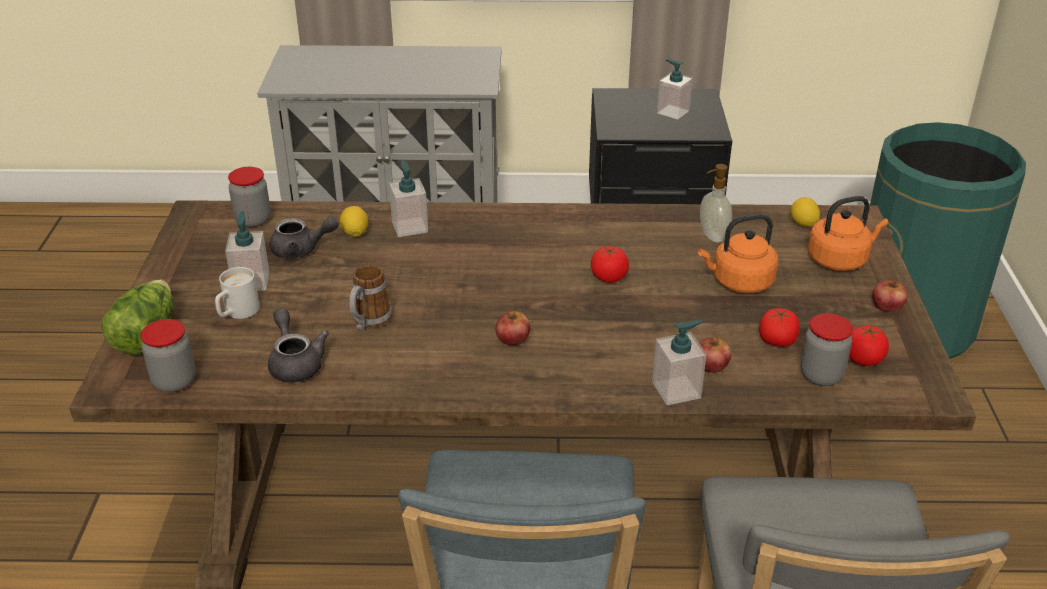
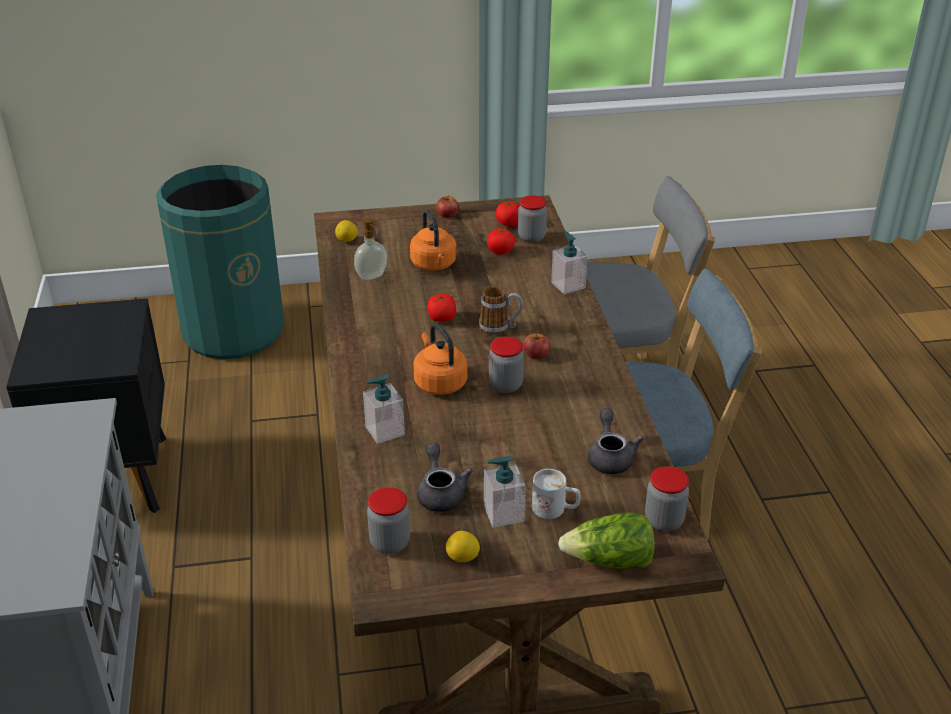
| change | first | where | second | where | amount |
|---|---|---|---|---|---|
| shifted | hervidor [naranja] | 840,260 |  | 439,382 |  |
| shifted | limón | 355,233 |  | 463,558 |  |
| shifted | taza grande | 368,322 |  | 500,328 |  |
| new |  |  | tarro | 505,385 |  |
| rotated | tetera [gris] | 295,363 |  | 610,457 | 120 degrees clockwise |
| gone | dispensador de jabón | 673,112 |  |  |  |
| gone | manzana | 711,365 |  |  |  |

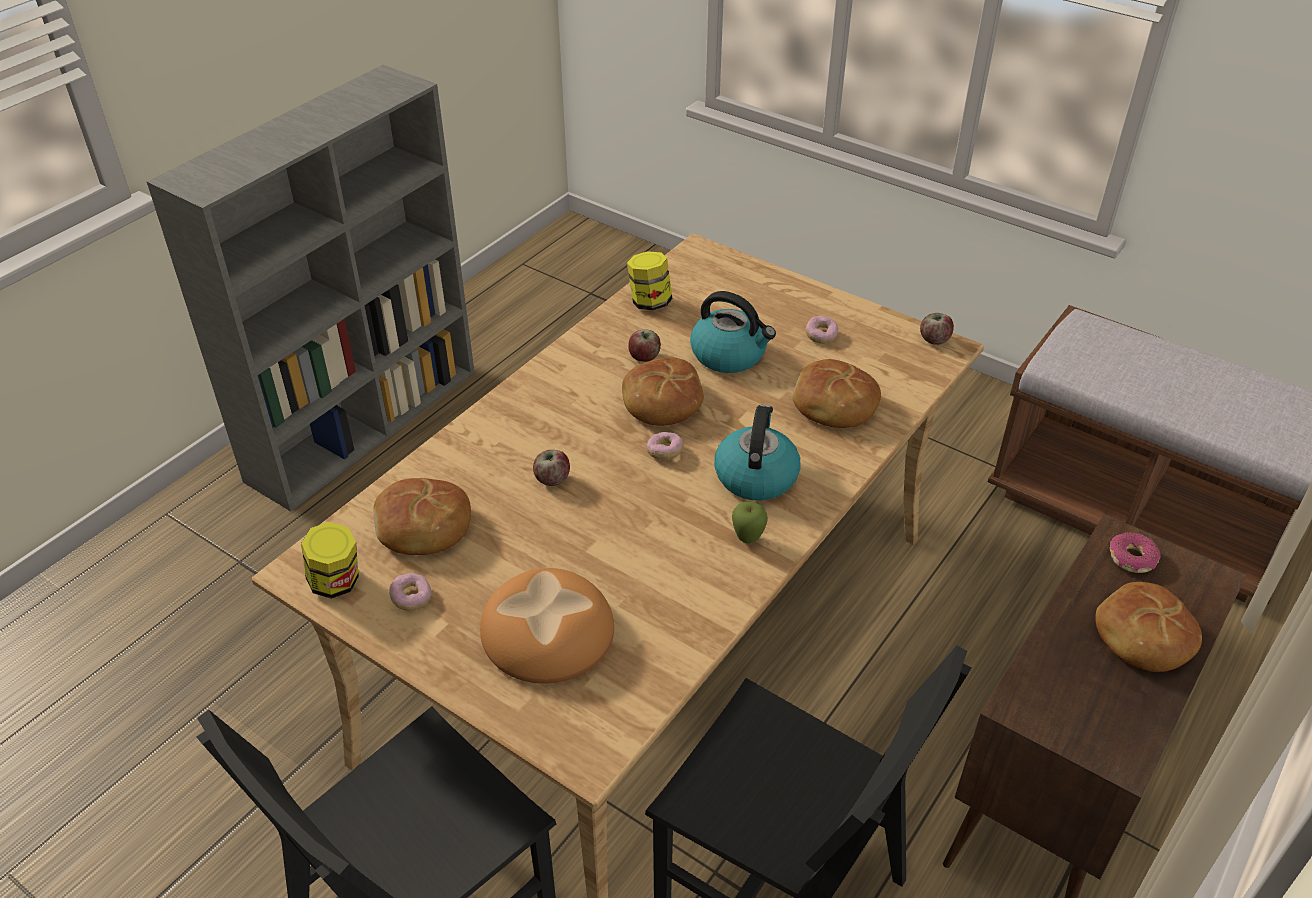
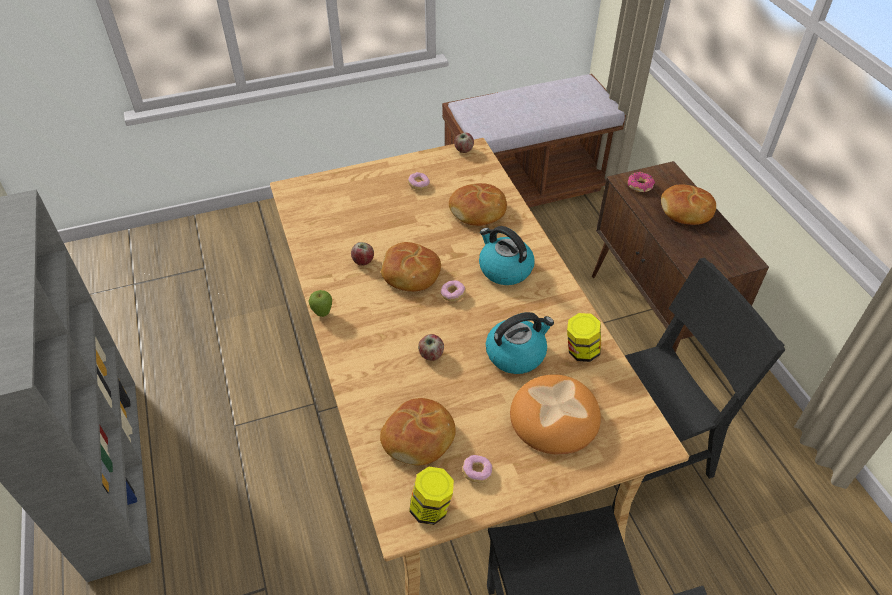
| change | first | where | second | where | amount |
|---|---|---|---|---|---|
| shifted | manzana | 748,540 |  | 323,314 |  |
| shifted | hervidor | 729,355 |  | 516,353 |  |
| shifted | tarro | 649,302 |  | 581,351 |  |

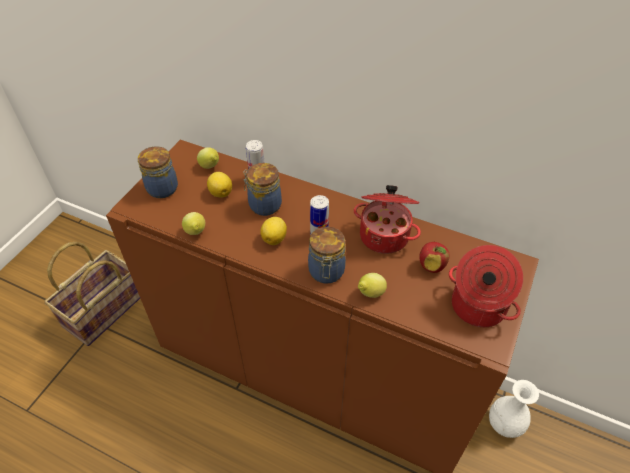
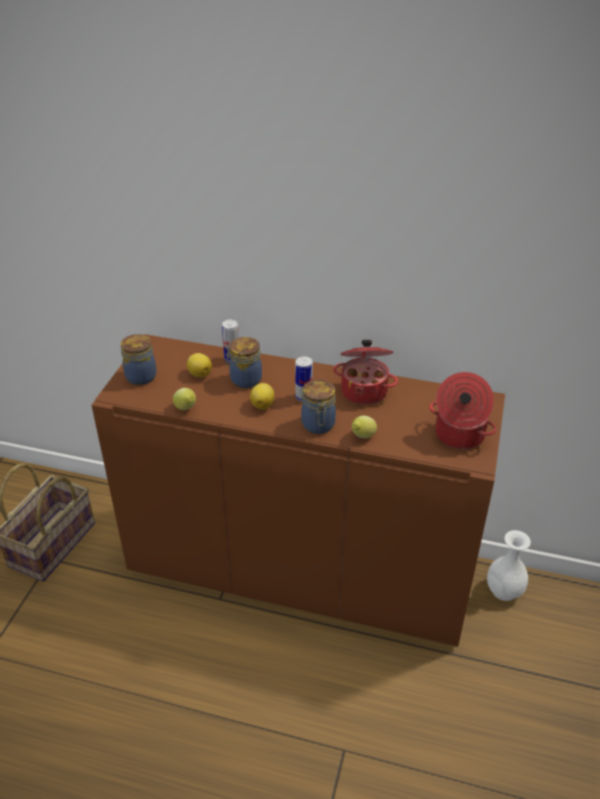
| change | first | where | second | where | amount |
|---|---|---|---|---|---|
| gone | limón | 210,167 |  |  |  |
| gone | manzana | 431,266 |  |  |  |

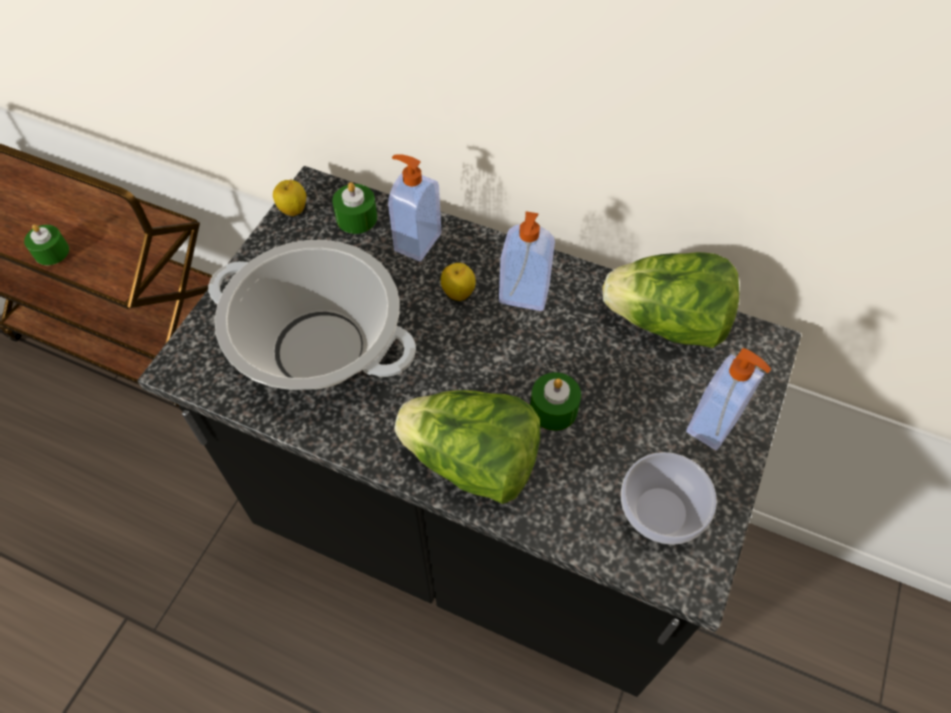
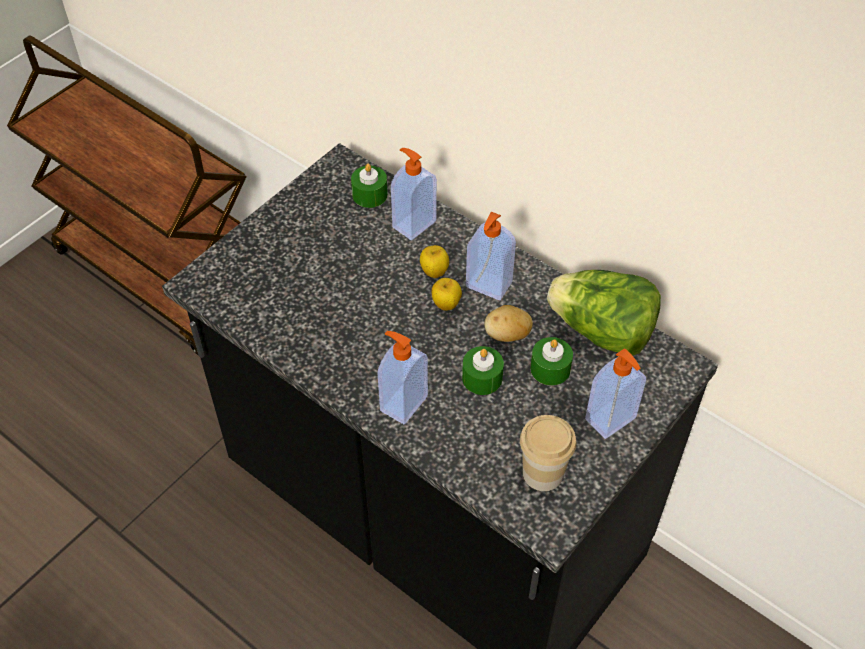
| change | first | where | second | where | amount |
|---|---|---|---|---|---|
| swapped | lechuga | 472,462 | dispensador de jabón | 402,403 |  |
| shifted | manzana | 293,210 |  | 446,305 |  |
| new |  |  | patata | 507,335 |  |
| swapped | cuenco | 662,511 | taza | 542,473 |  |
| shifted | vela [verde] | 51,252 |  | 550,369 |  |
| gone | olla | 319,350 |  |  |  |

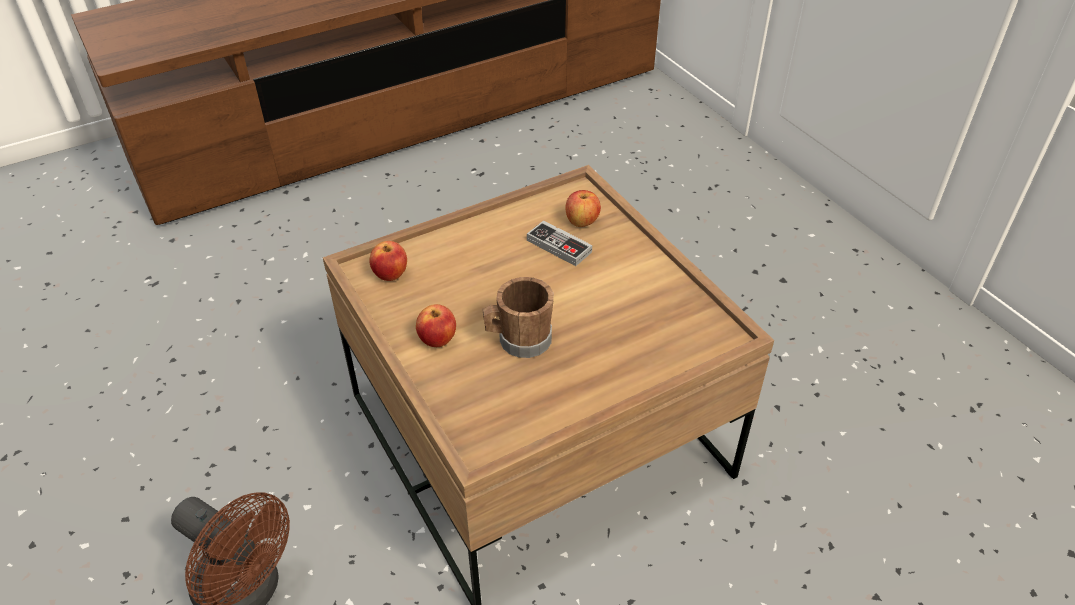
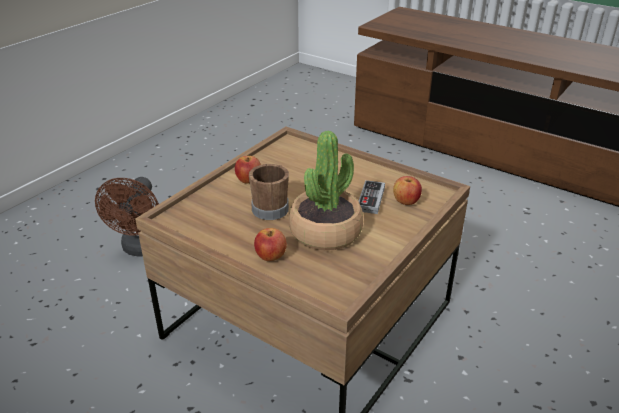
| change | first | where | second | where | amount |
|---|---|---|---|---|---|
| shifted | manzana | 391,275 |  | 270,257 |  |
| new |  |  | planta en maceta | 325,232 |  |

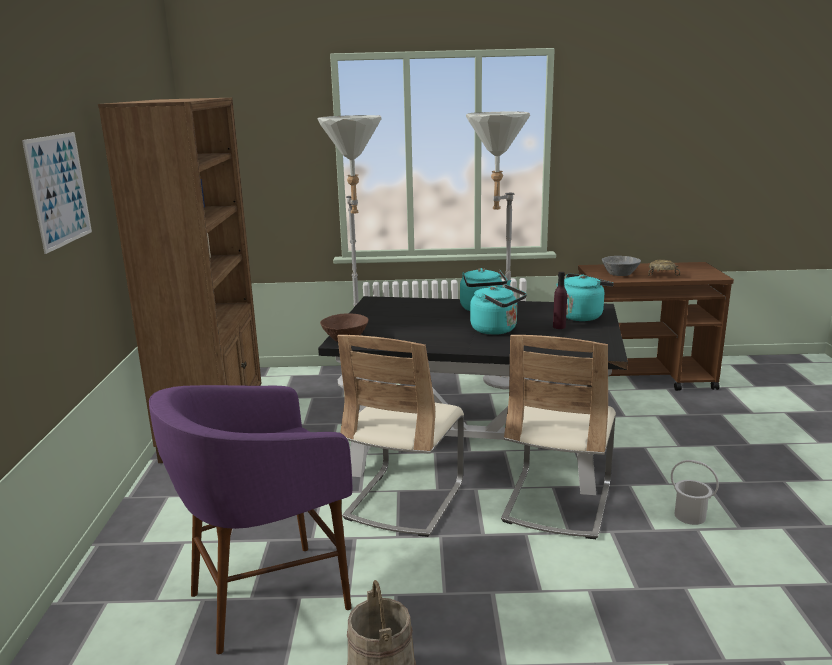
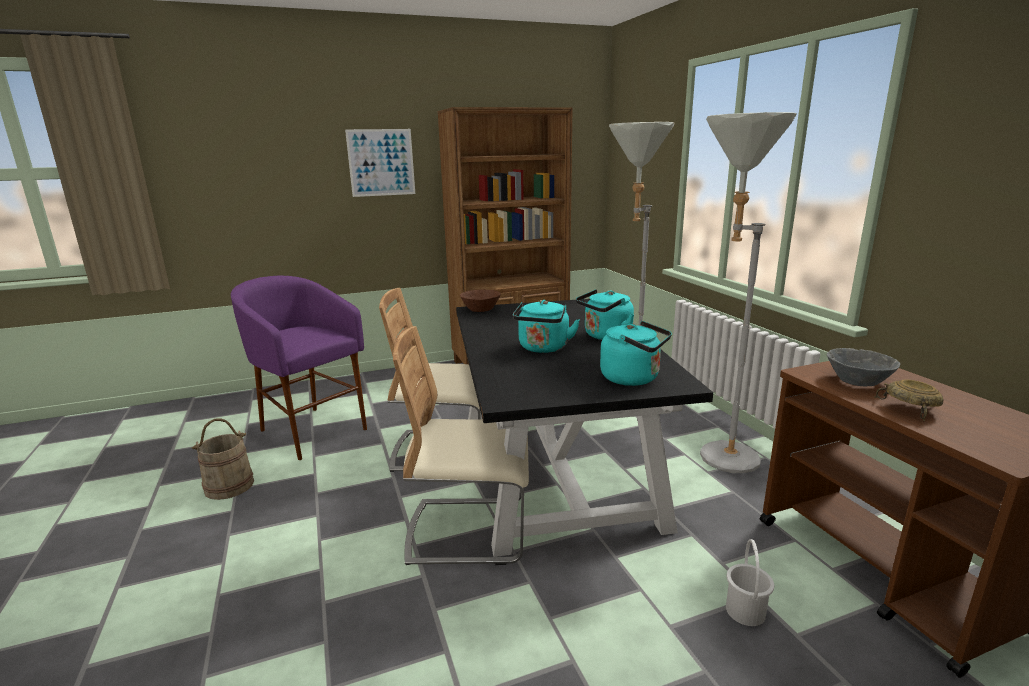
| change | first | where | second | where | amount |
|---|---|---|---|---|---|
| shifted | cubo [blanco] | 689,516 |  | 746,611 |  |
| gone | botella [morado] | 559,327 |  |  |  |

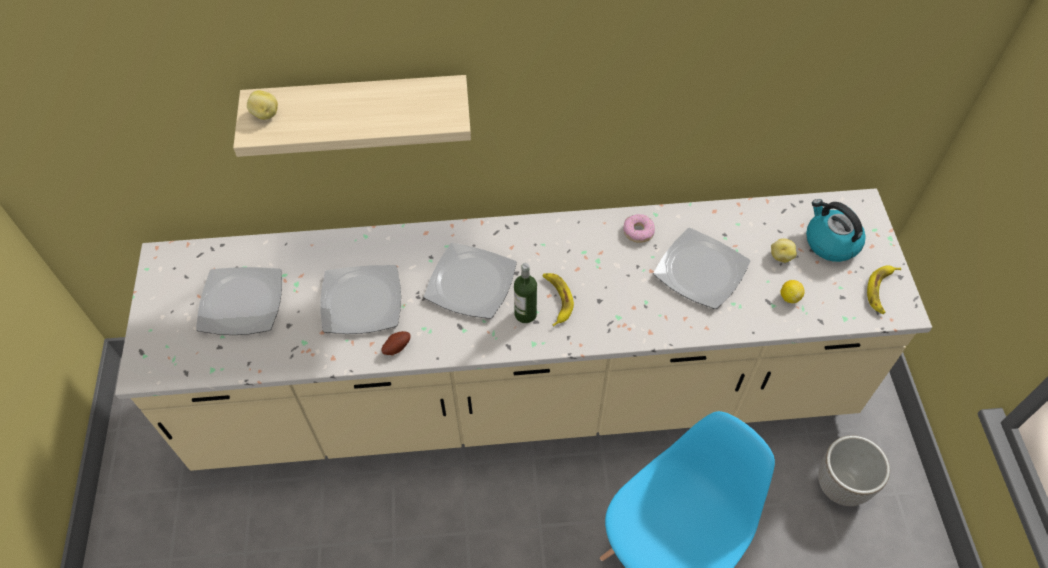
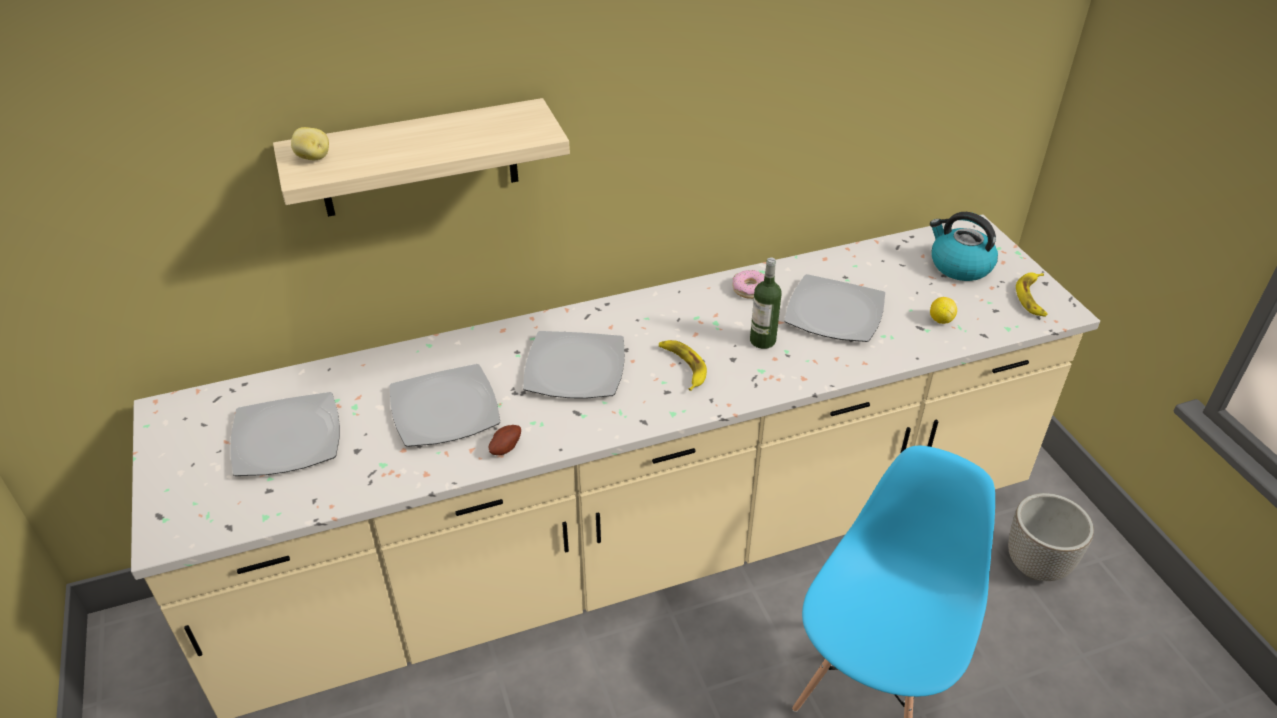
| change | first | where | second | where | amount |
|---|---|---|---|---|---|
| shifted | botella | 525,314 |  | 762,340 |  |
| gone | patata | 781,256 |  |  |  |

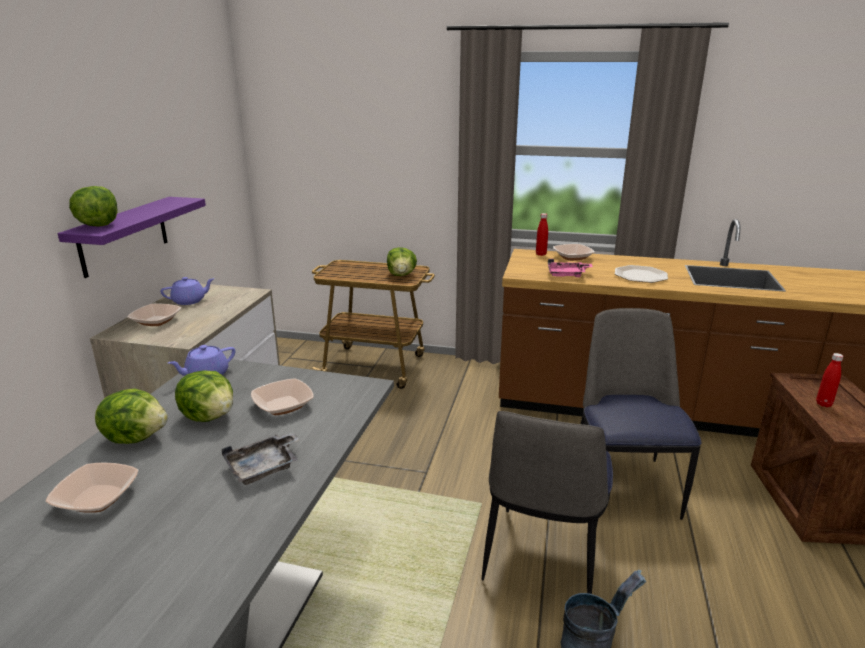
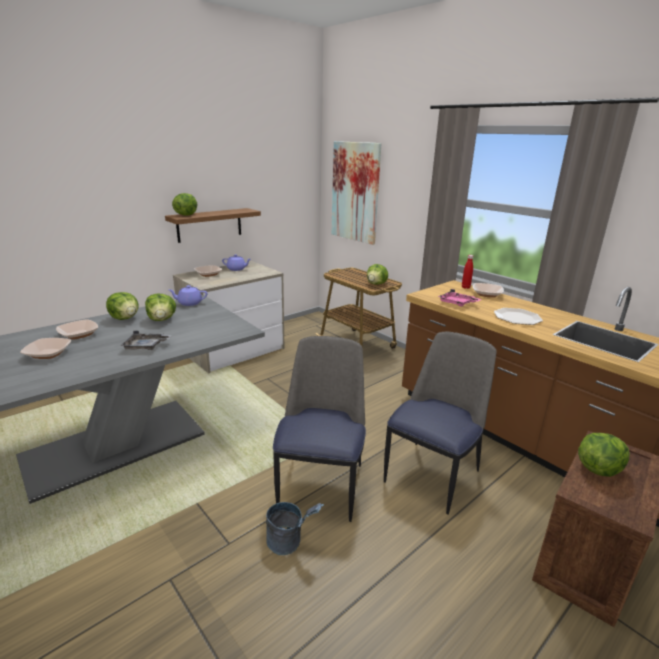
| change | first | where | second | where | amount |
|---|---|---|---|---|---|
| shifted | cuenco | 283,405 |  | 48,354 |  |
| repainted | estante [morado] | 124,236 | estante [marrón] | 209,225 |  |
| rotated | silla | 541,557 |  | 321,484 | 135 degrees clockwise |
| new |  |  | cuadro | 355,192 |  |
| swapped | botella [rojo] | 823,404 | lechuga | 598,468 |  |

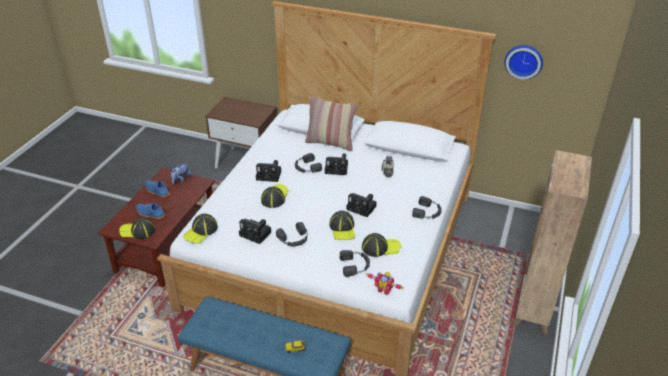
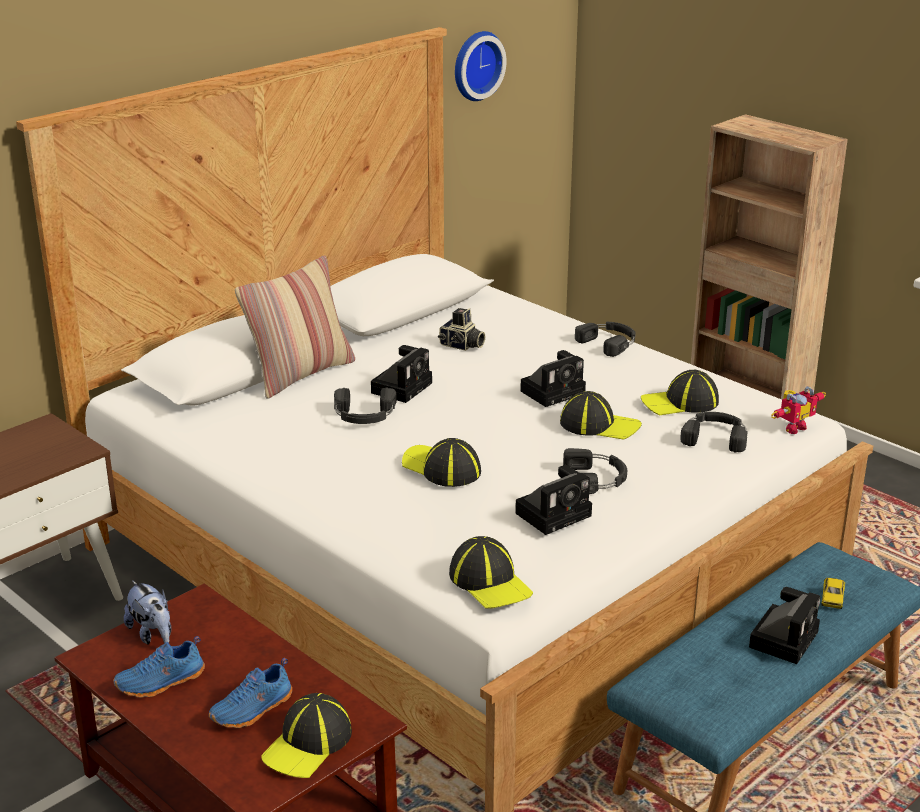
| change | first | where | second | where | amount |
|---|---|---|---|---|---|
| rotated | gorra | 380,247 |  | 680,402 | 120 degrees counterclockwise |
| shifted | cámara | 270,175 |  | 784,637 |  |

